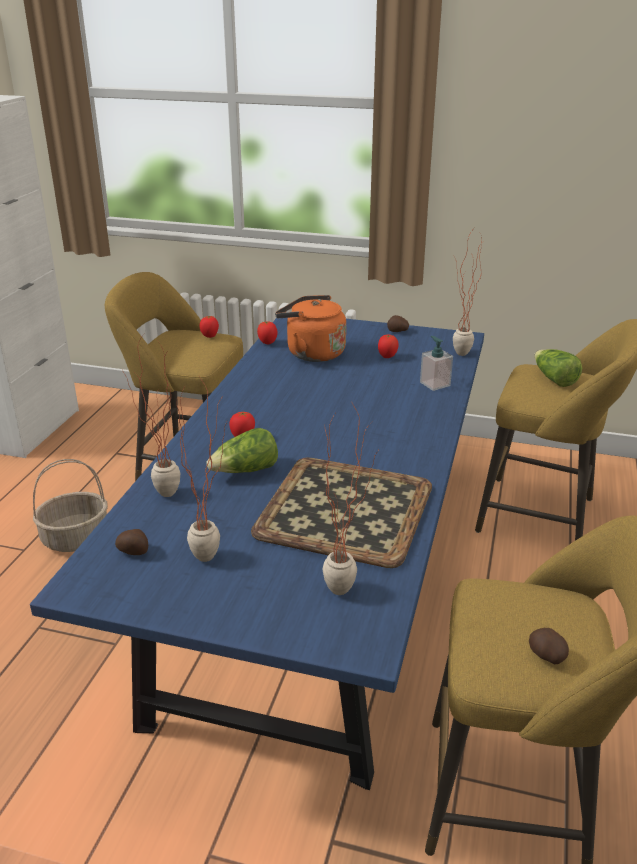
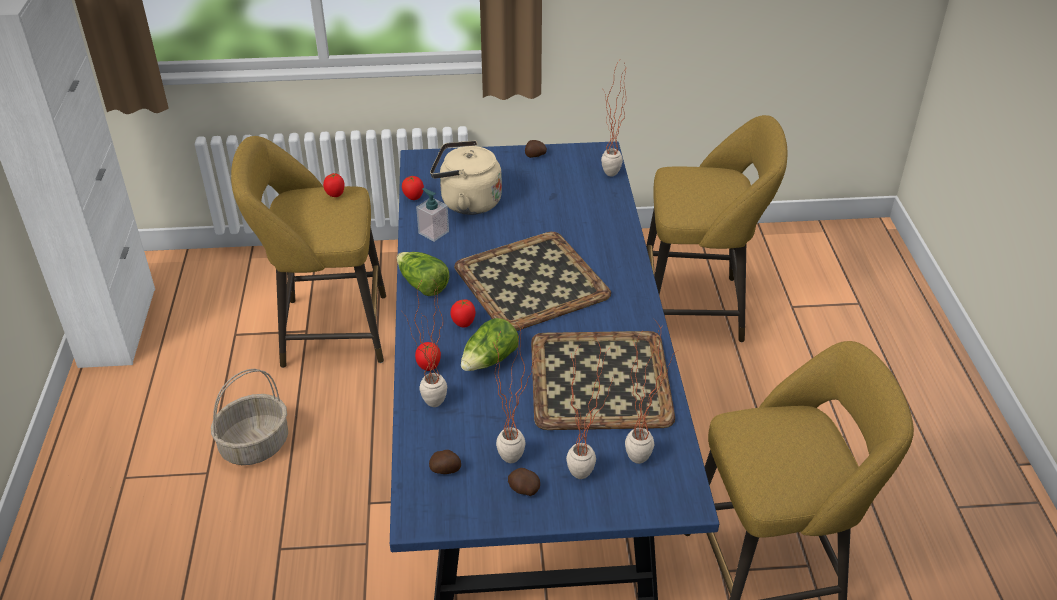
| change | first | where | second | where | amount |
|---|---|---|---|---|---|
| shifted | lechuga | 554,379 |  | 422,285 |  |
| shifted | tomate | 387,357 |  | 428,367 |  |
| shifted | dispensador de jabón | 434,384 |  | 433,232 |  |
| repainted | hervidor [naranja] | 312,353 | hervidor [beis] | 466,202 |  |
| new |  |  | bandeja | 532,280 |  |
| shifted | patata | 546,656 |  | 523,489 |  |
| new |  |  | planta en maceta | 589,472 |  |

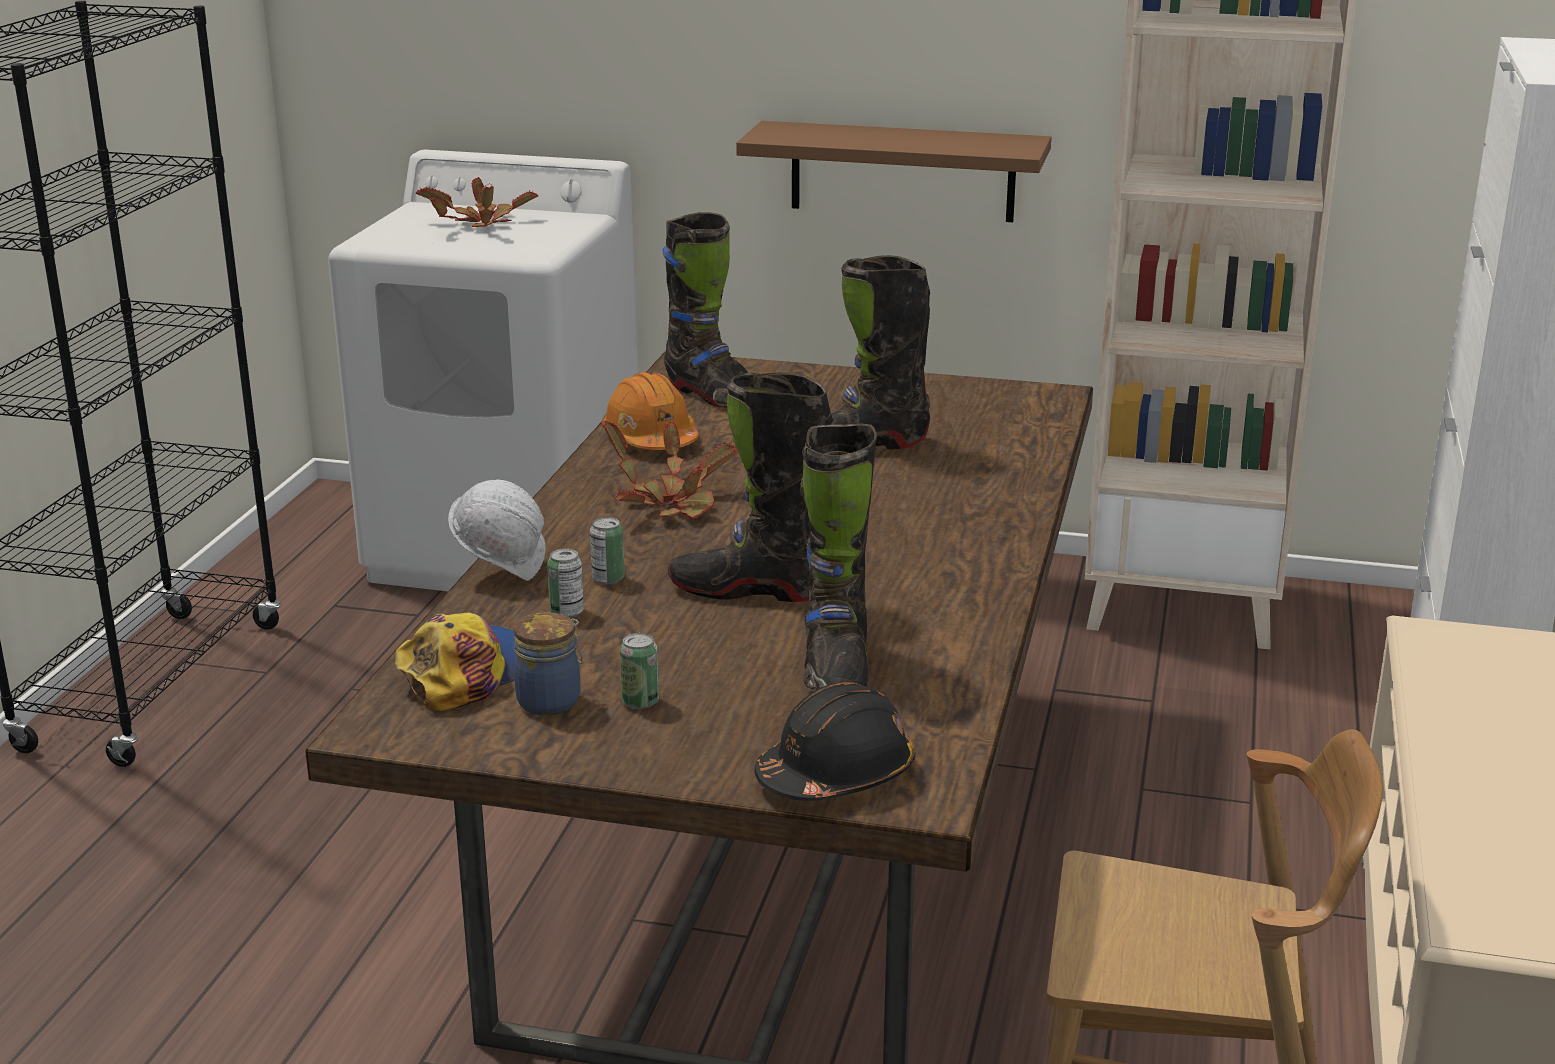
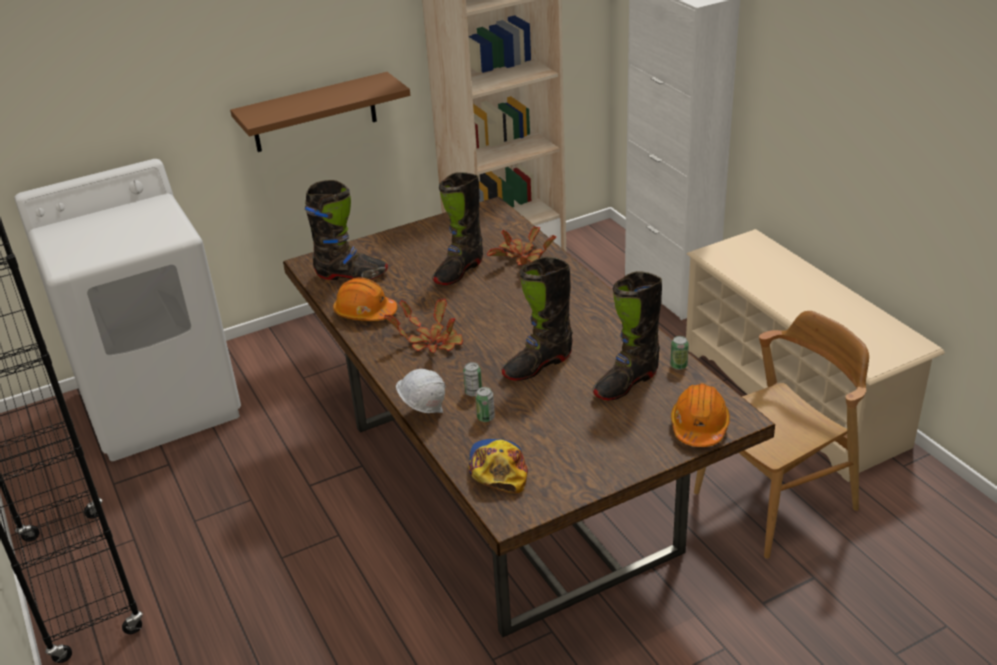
| change | first | where | second | where | amount |
|---|---|---|---|---|---|
| shifted | planta en maceta | 479,223 |  | 521,258 |  |
| rotated | bota [negro] | 835,669 |  | 626,383 | 90 degrees clockwise |
| shifted | lata | 640,702 |  | 678,365 |  |
| repainted | casco [negro] | 836,775 | casco [naranja] | 699,426 |  |
| gone | tarro | 551,701 |  |  |  |

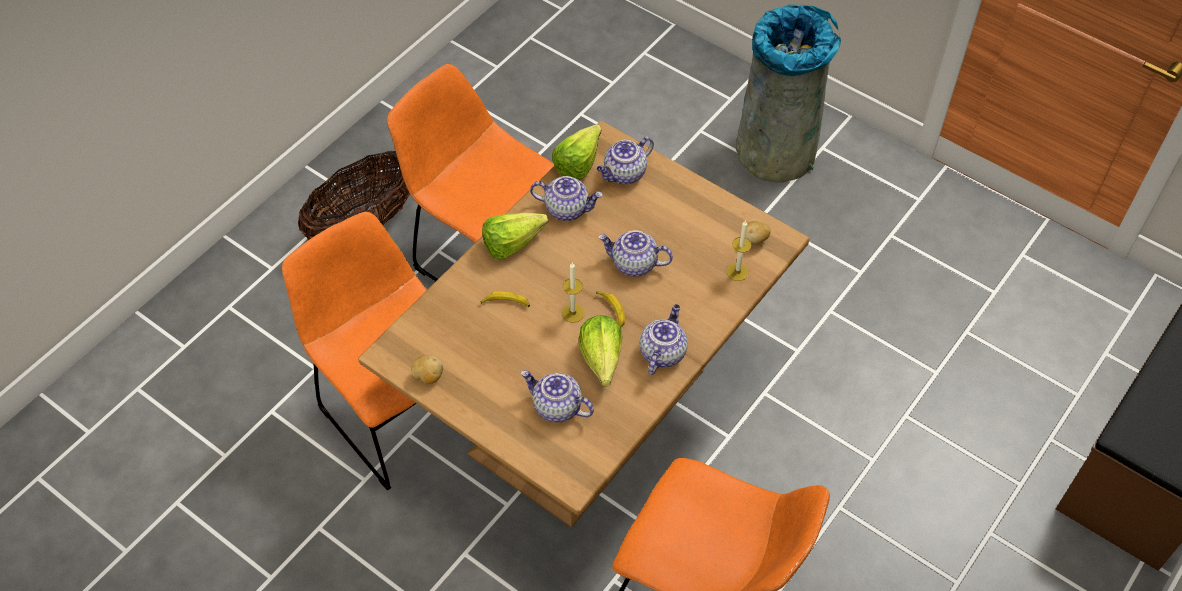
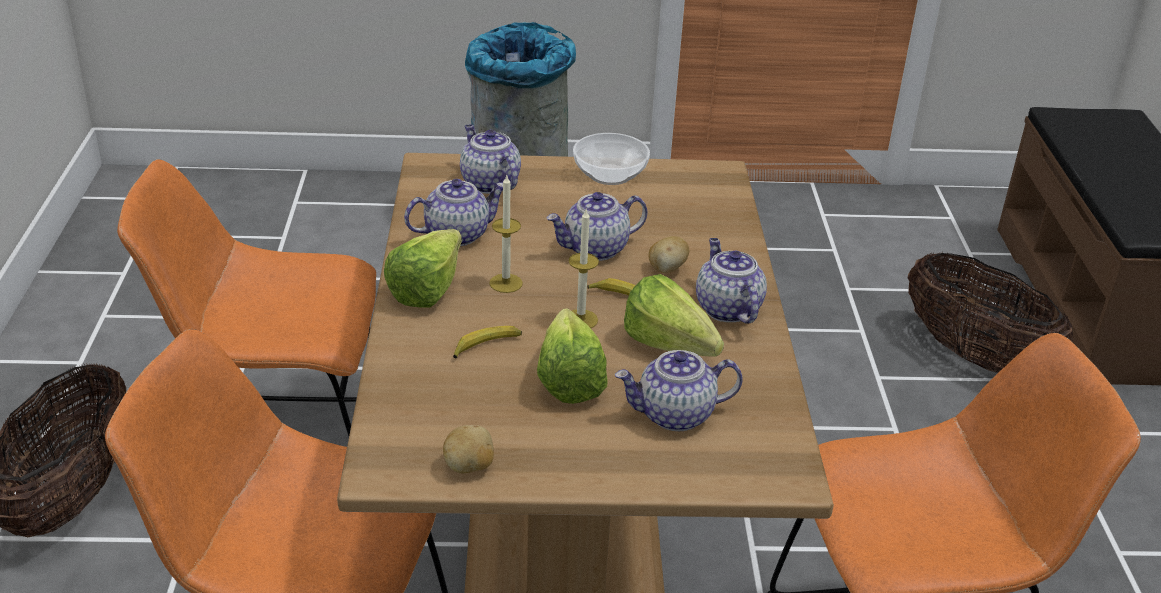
| change | first | where | second | where | amount |
|---|---|---|---|---|---|
| rotated | tetera | 624,174 |  | 489,183 | 135 degrees clockwise |
| shifted | vela | 737,272 |  | 506,283 |  |
| shifted | lechuga | 582,161 |  | 571,375 |  |
| new |  |  | cuenco | 610,175 |  |
| shifted | patata | 754,240 |  | 667,269 |  |
| new |  |  | cesta | 974,355 |  |

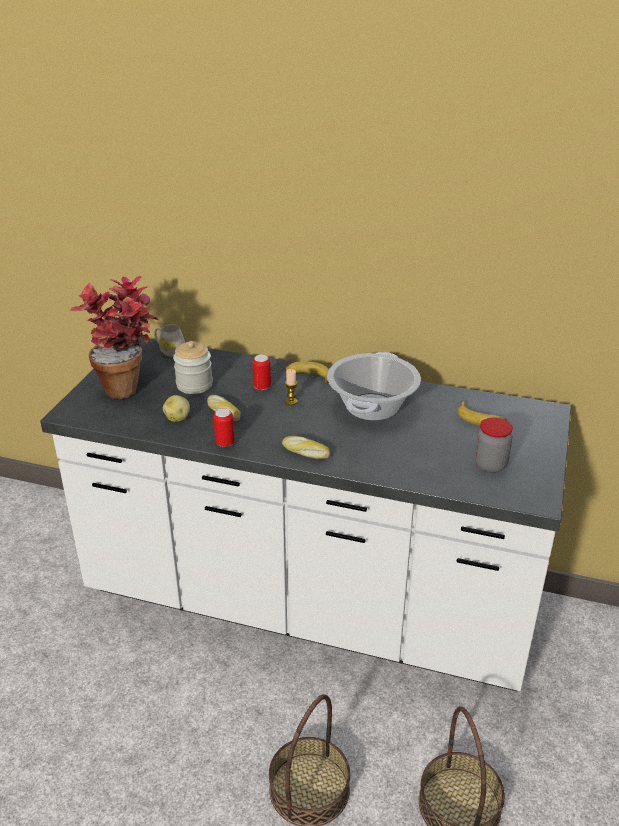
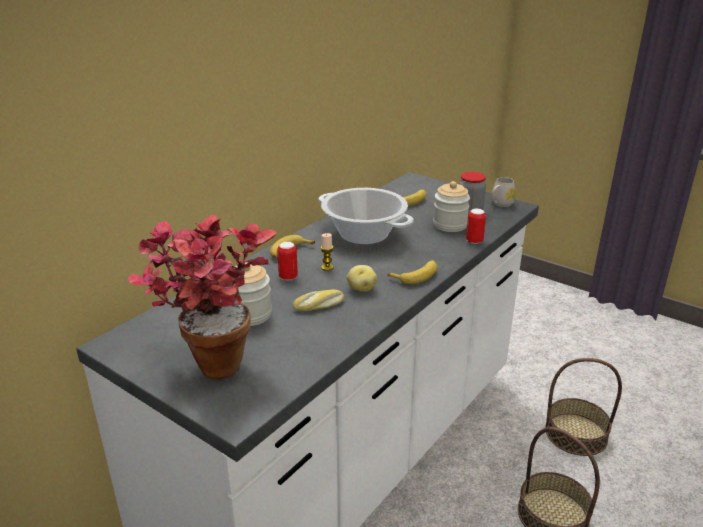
| change | first | where | second | where | amount |
|---|---|---|---|---|---|
| shifted | patata | 178,418 |  | 361,288 |  |
| swapped | pan | 305,452 | plátano | 416,275 |  |
| new |  |  | tarro | 450,225 |  |
| shifted | lata | 225,443 |  | 474,241 |  |
| shifted | taza grande [blanco] | 169,351 |  | 500,204 |  |

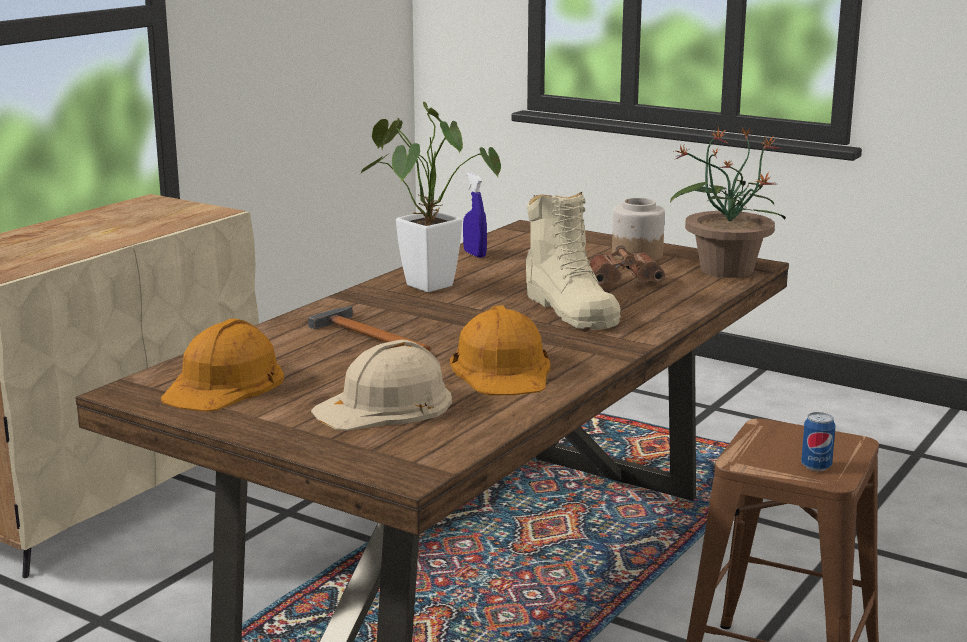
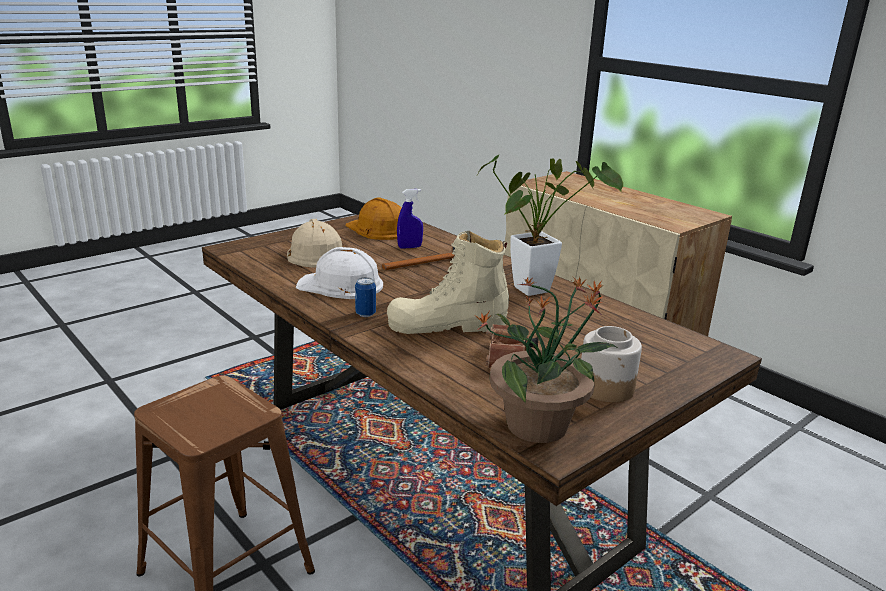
| change | first | where | second | where | amount |
|---|---|---|---|---|---|
| repainted | casco [naranja] | 503,369 | casco [blanco] | 341,285 |  |
| shifted | lata | 816,466 |  | 365,314 |  |
| shifted | pulverizador [azul] | 474,254 |  | 409,247 |  |

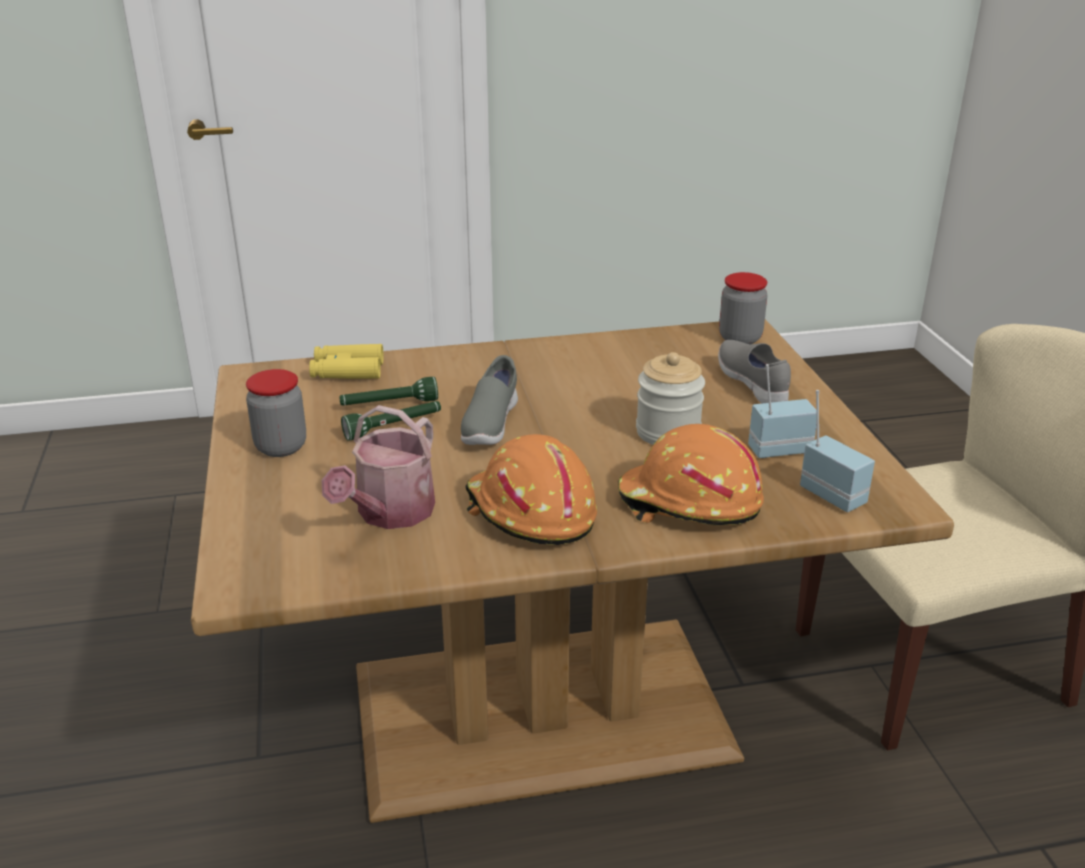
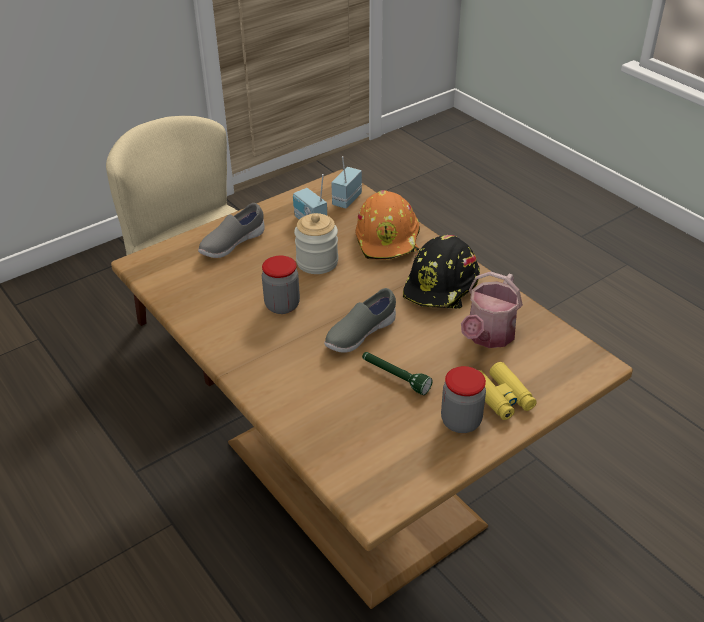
| change | first | where | second | where | amount |
|---|---|---|---|---|---|
| shifted | tarro | 740,338 |  | 282,305 |  |
| rotated | zapato [gris] | 489,425 |  | 359,334 | 150 degrees clockwise |
| repainted | casco [naranja] | 529,513 | casco [negro] | 442,287 |  |
| rotated | regadera | 390,514 |  | 487,336 | 120 degrees clockwise |
| shifted | prismáticos [amarillo] | 347,371 |  | 501,397 |  |
| gone | linterna [verde] | 389,405 |  |  |  |

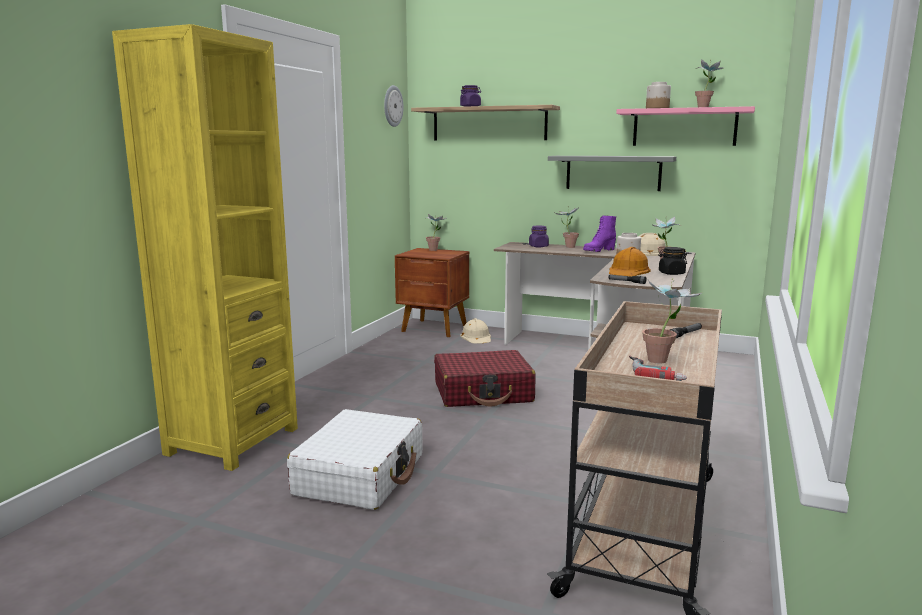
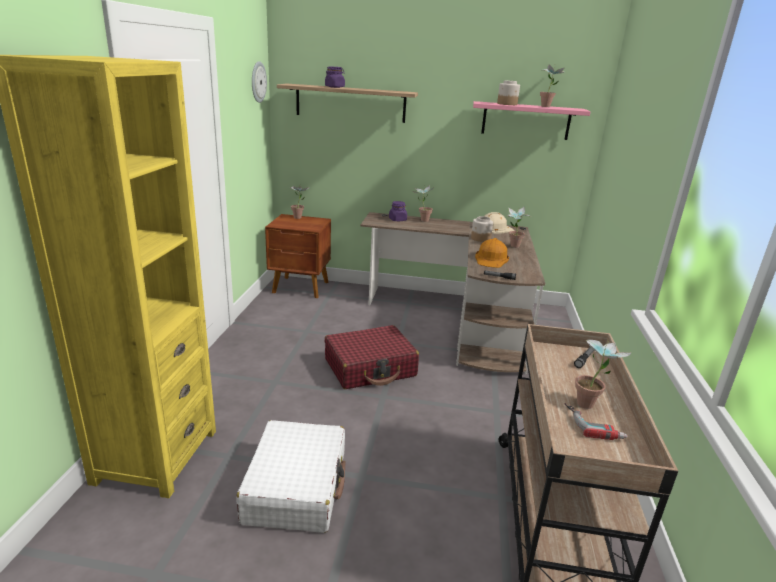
| change | first | where | second | where | amount |
|---|---|---|---|---|---|
| gone | casco [beis] | 476,337 |  |  |  |
| gone | estante [gris] | 613,173 |  |  |  |
| gone | bota [morado] | 598,251 |  |  |  |
| gone | tarro [negro] | 671,273 |  |  |  |

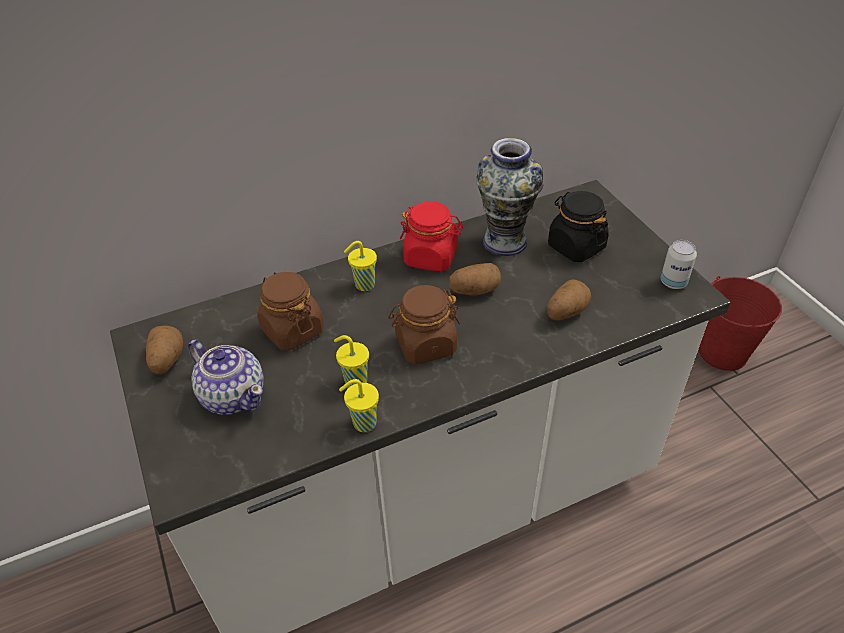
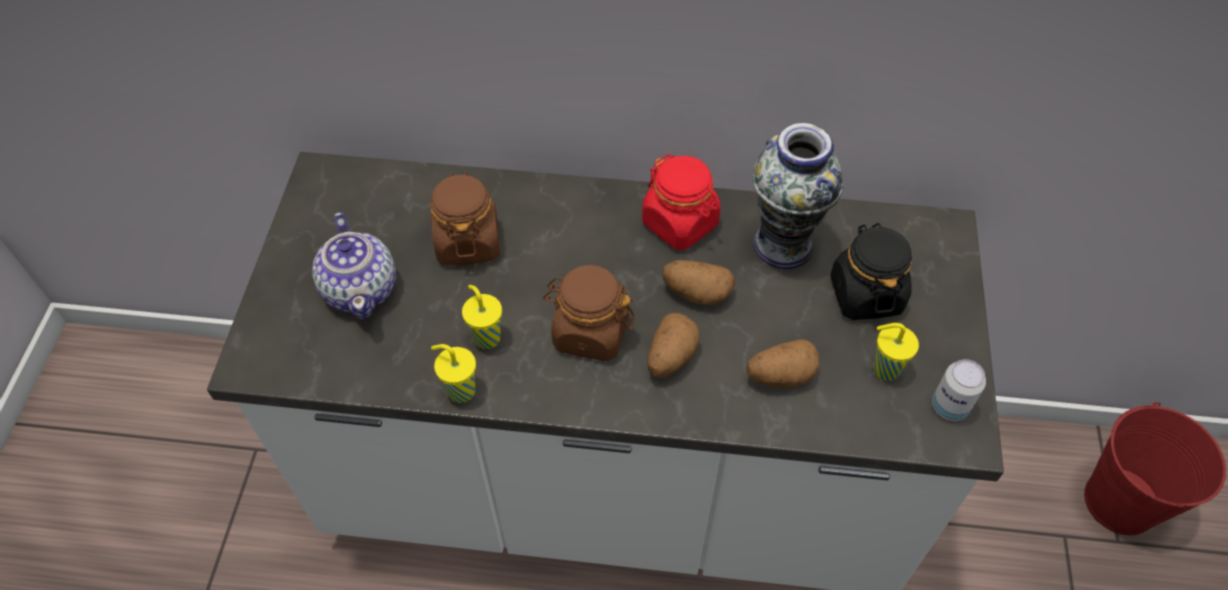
| change | first | where | second | where | amount |
|---|---|---|---|---|---|
| shifted | patata | 167,360 |  | 670,357 |  |
| shifted | taza [amarillo] | 363,285 |  | 884,369 |  |

